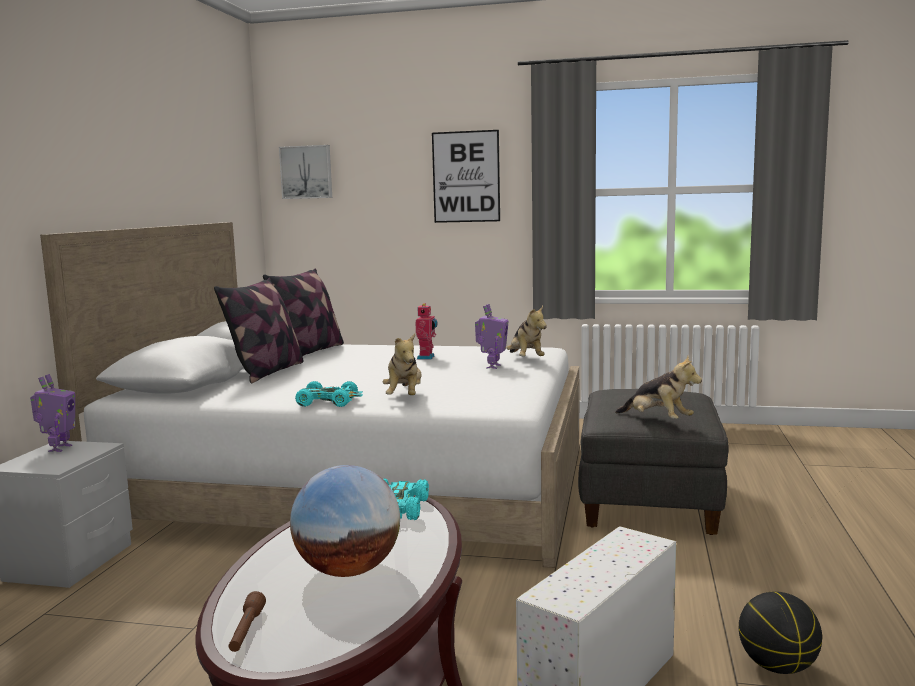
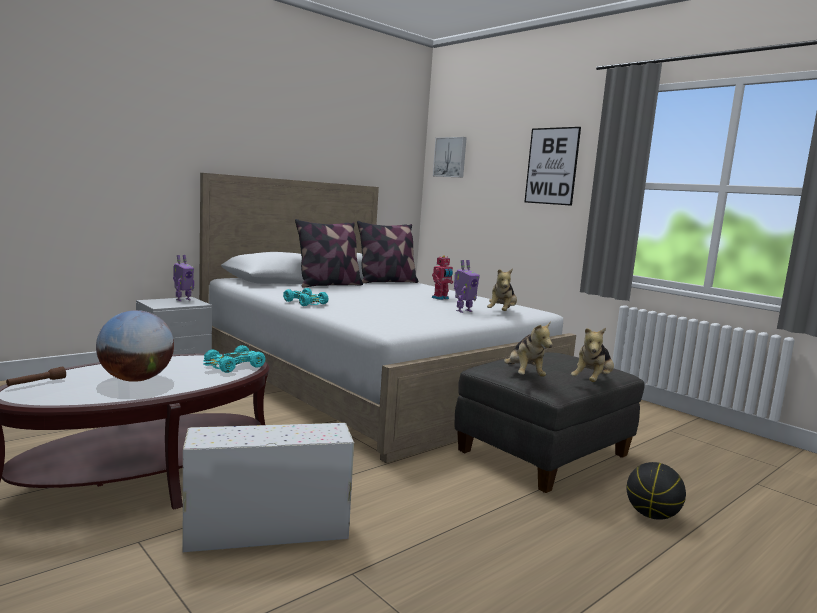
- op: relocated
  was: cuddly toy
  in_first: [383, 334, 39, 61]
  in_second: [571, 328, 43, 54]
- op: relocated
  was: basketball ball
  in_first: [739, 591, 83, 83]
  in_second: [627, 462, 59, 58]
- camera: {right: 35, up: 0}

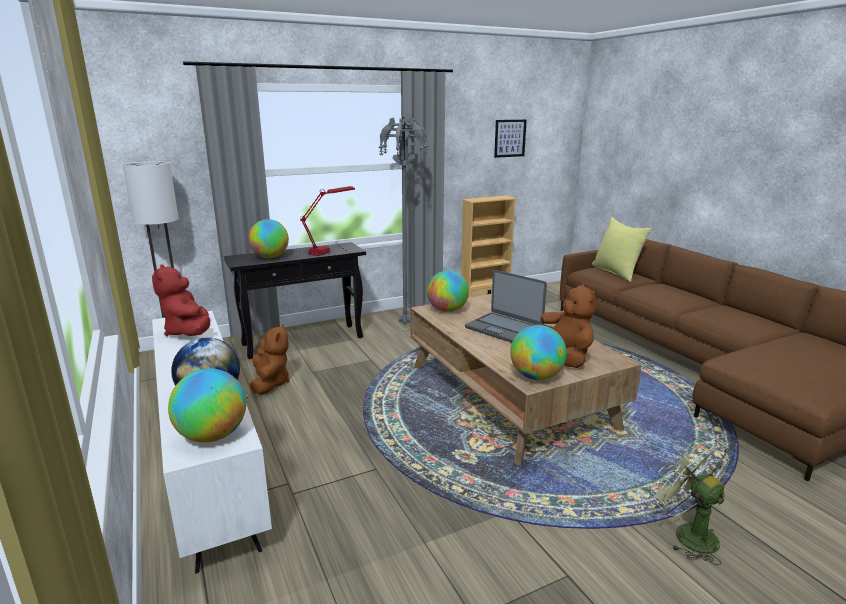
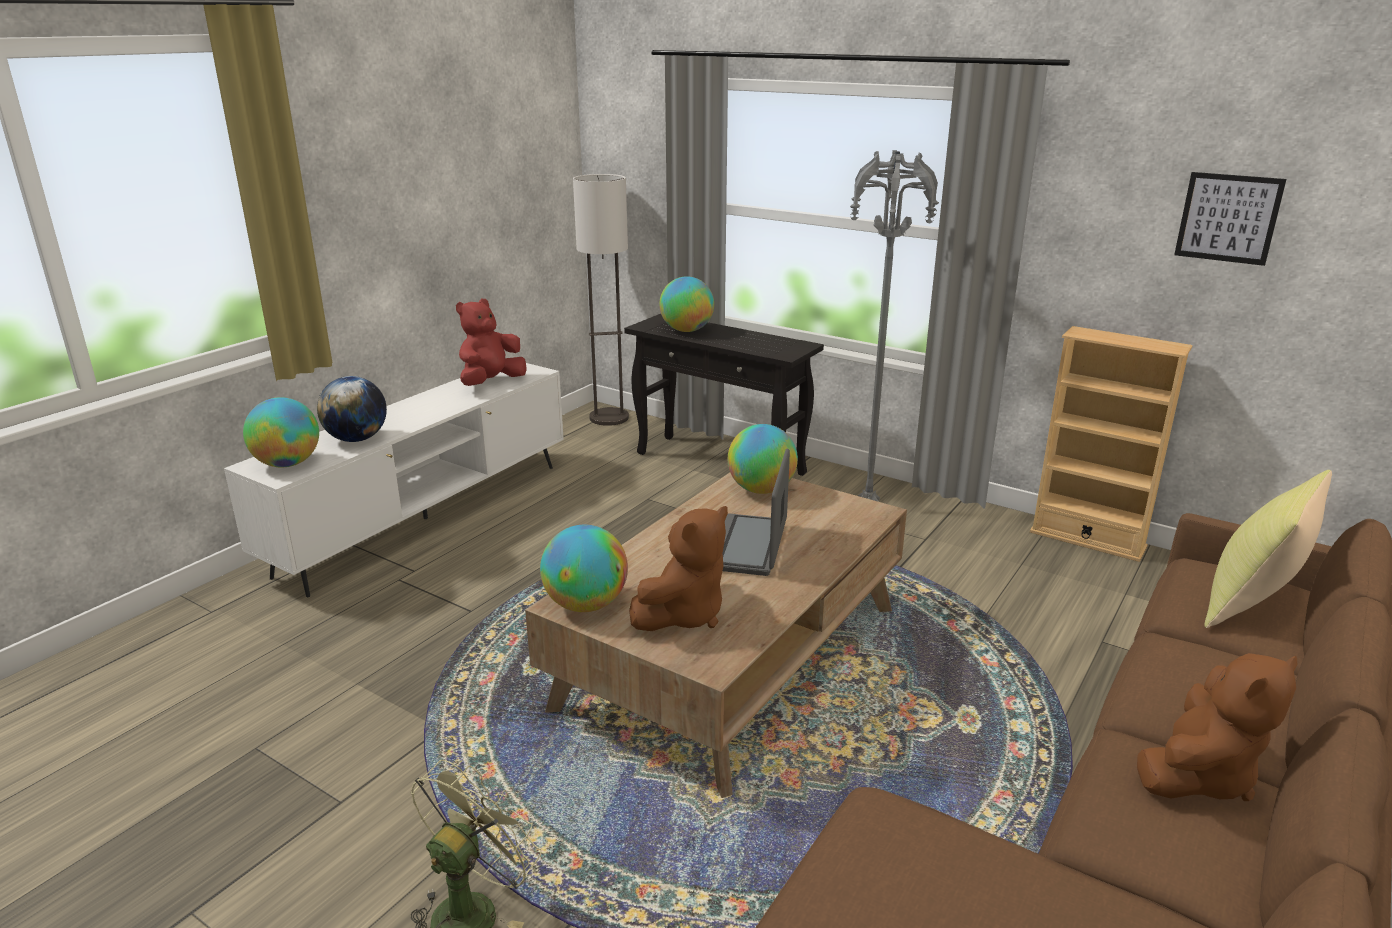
- op: relocated
  was: brownish cuddly toy
  in_first: [250, 324, 40, 71]
  in_second: [1137, 653, 160, 148]
- op: missing
  was: reddish table lamp
  in_first: [300, 186, 55, 70]
- camera: {right: 60, up: 5}

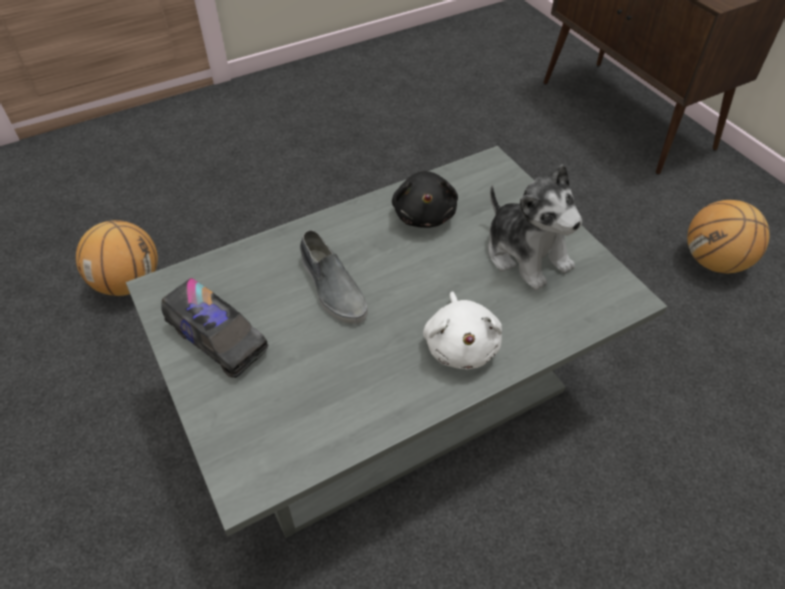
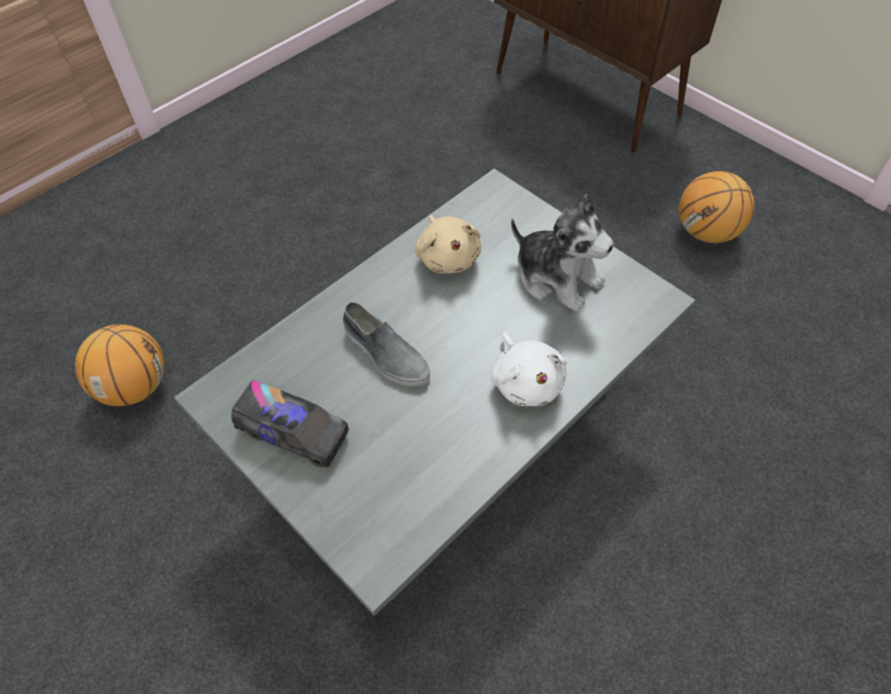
- op: colour
  was: black-coloured cuddly toy
  now: beige-coloured cuddly toy
  in_first: [392, 171, 66, 57]
  in_second: [415, 215, 66, 59]
- camera: {right: -15, up: 5}

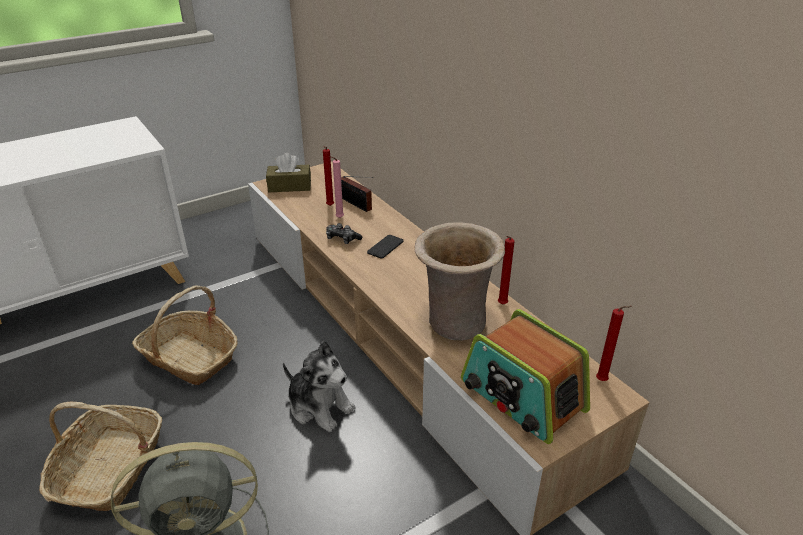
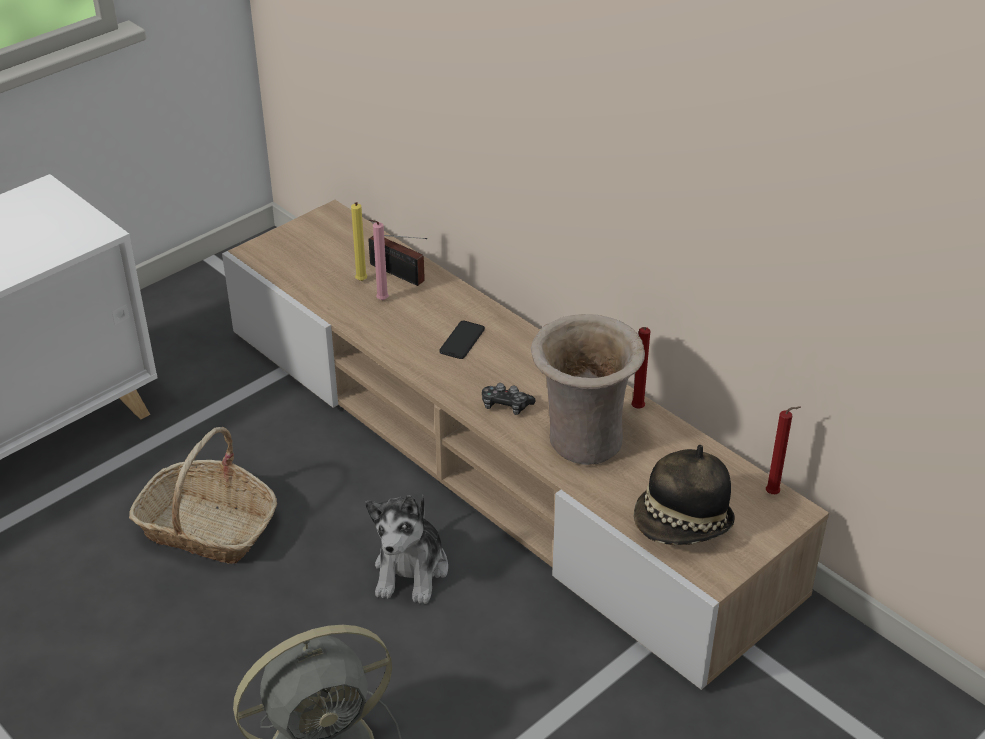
- op: missing
  was: basket
  in_first: [39, 402, 123, 109]
- op: missing
  was: brownish tissue box
  in_first: [266, 153, 45, 39]
- op: spun
  was: cuddly toy
  in_first: [283, 341, 73, 92]
  in_second: [366, 495, 82, 109]
  clockwise: 75
- op: colour
  was: reddish wax candle
  now: yellow wax candle
  in_first: [323, 146, 11, 60]
  in_second: [351, 202, 16, 79]
- op: relocated
  was: game controller
  in_first: [326, 223, 36, 21]
  in_second: [482, 383, 54, 32]
- op: exchanged
  was: radio
  now: clothing hat
  in_first: [461, 309, 129, 135]
  in_second: [633, 445, 102, 100]
- camera: {right: -10, up: 5}

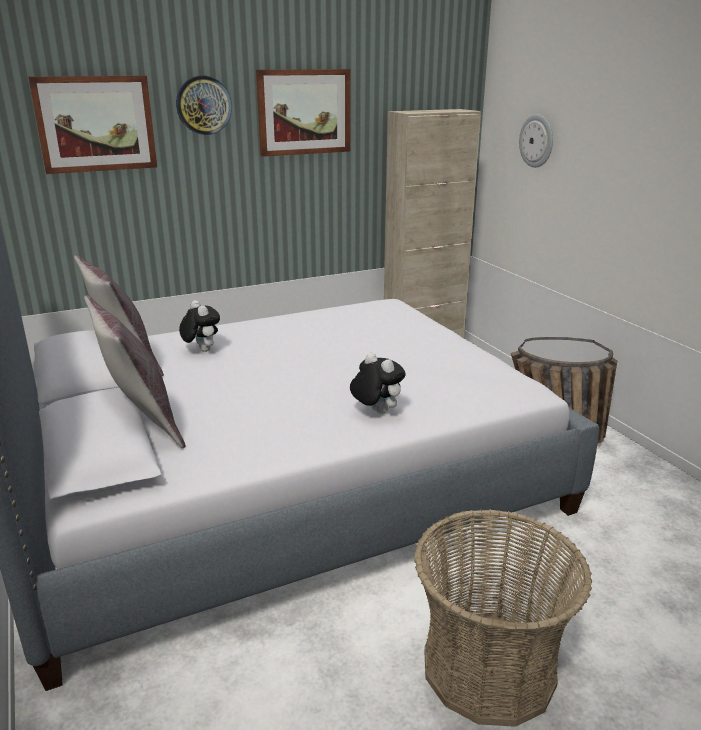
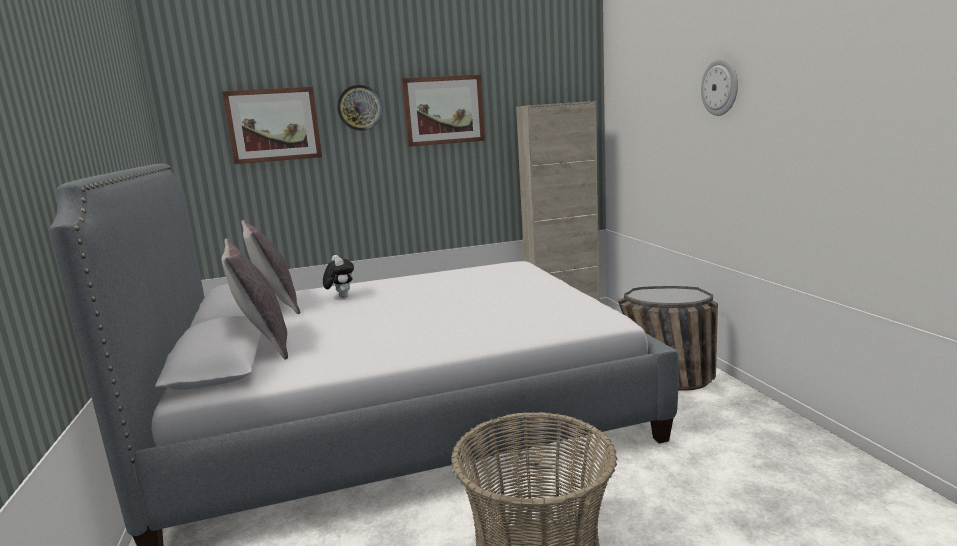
- op: missing
  was: cuddly toy
  in_first: [350, 353, 56, 61]
- op: relocated
  was: clock on the wall
  in_first: [519, 114, 34, 54]
  in_second: [701, 58, 37, 58]
- camera: {right: 10, up: -10}

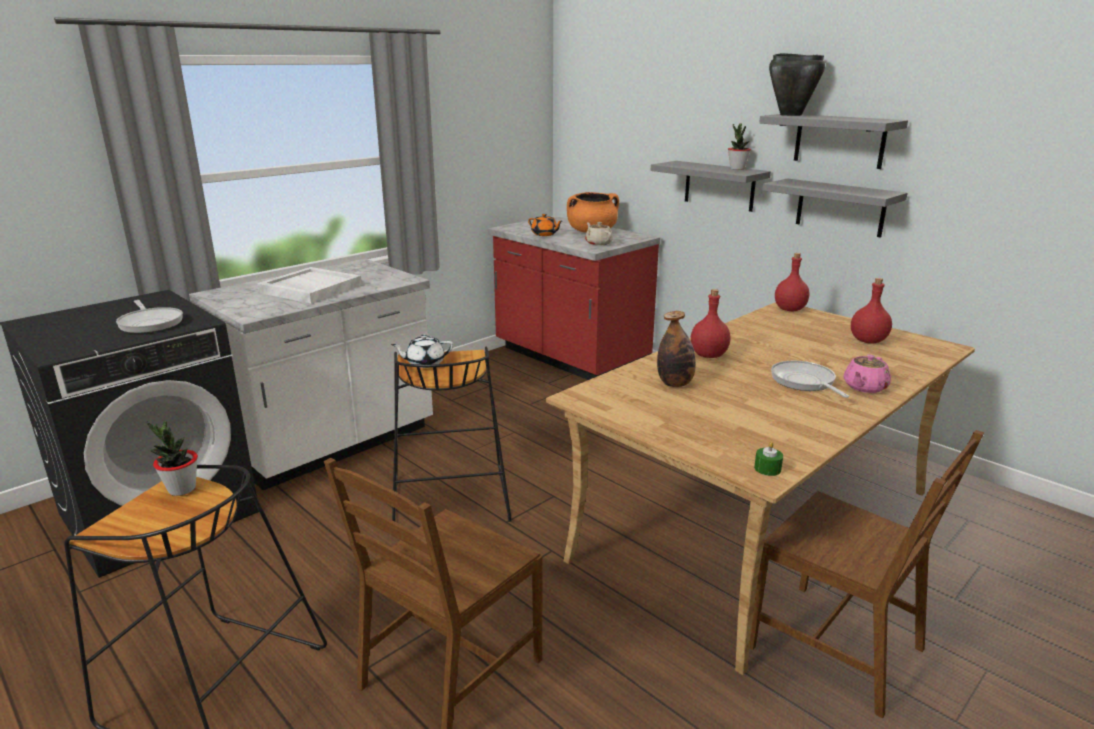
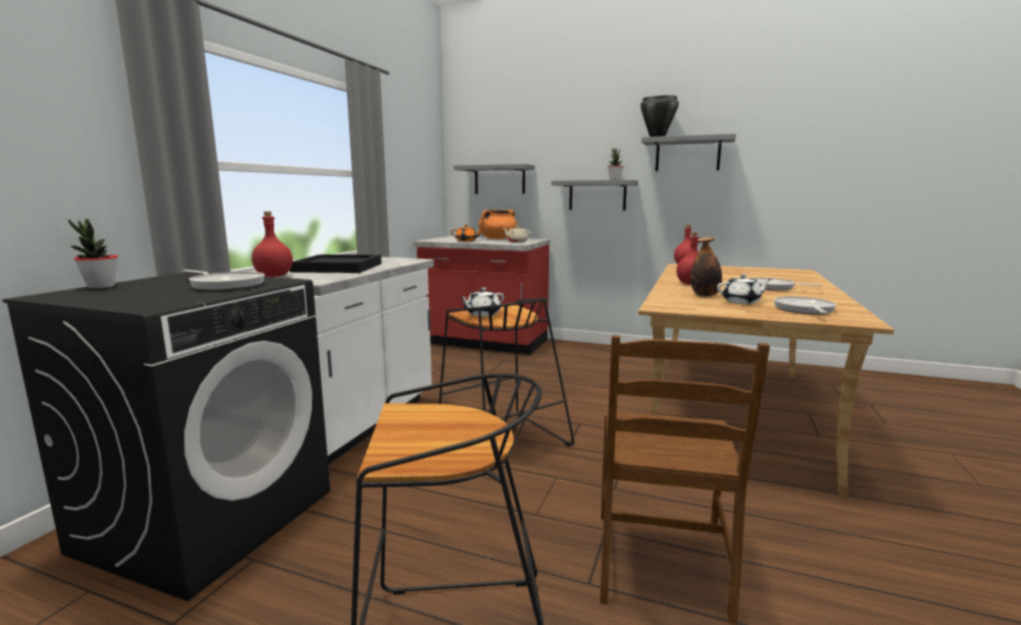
- op: relocated
  was: houseplant
  in_first: [147, 421, 51, 75]
  in_second: [68, 219, 50, 70]
- op: colour
  was: white-coloured serving tray
  now: black-coloured serving tray
  in_first: [257, 267, 105, 36]
  in_second: [290, 254, 92, 19]
- op: missing
  was: brownish upright chair
  in_first: [750, 430, 235, 289]
- op: missing
  was: green wax candle
  in_first: [754, 441, 29, 35]
- op: relocated
  was: gray bracket shelf
  in_first: [762, 179, 145, 59]
  in_second: [454, 164, 81, 30]
- op: missing
  was: pink tea pot
  in_first: [843, 354, 48, 39]
- op: relocated
  was: reddish beverage bottle
  in_first: [851, 278, 41, 66]
  in_second: [252, 211, 41, 66]
- op: appeared
  now: white-coloured tea pot
  in_second: [717, 274, 55, 30]
- op: appeared
  now: skillet
  in_second: [774, 297, 62, 17]
- camera: {right: -25, up: -10}

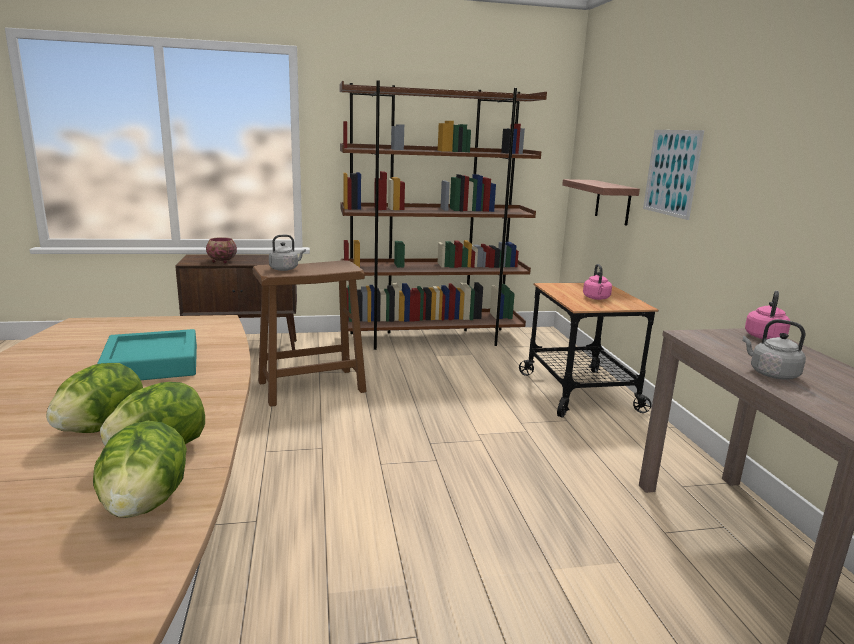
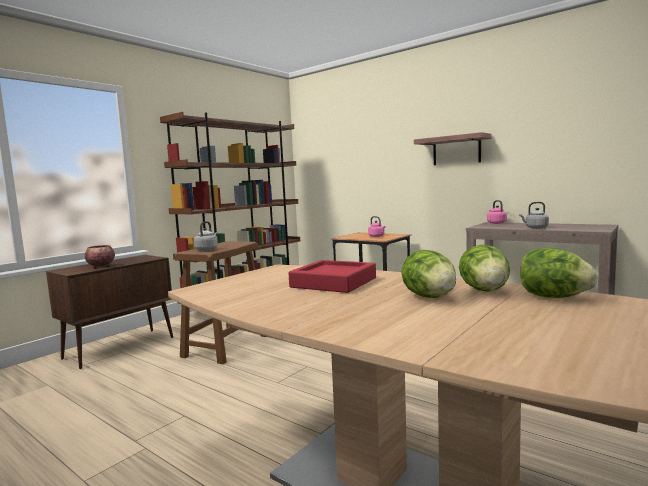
- op: colour
  was: blue-green serving tray
  now: reddish serving tray
  in_first: [97, 329, 100, 51]
  in_second: [289, 260, 87, 33]
- op: relocated
  was: bracket shelf
  in_first: [562, 179, 78, 47]
  in_second: [414, 132, 77, 33]
- op: missing
  was: wall art
  in_first: [643, 130, 61, 90]
- camera: {right: -40, up: -10}

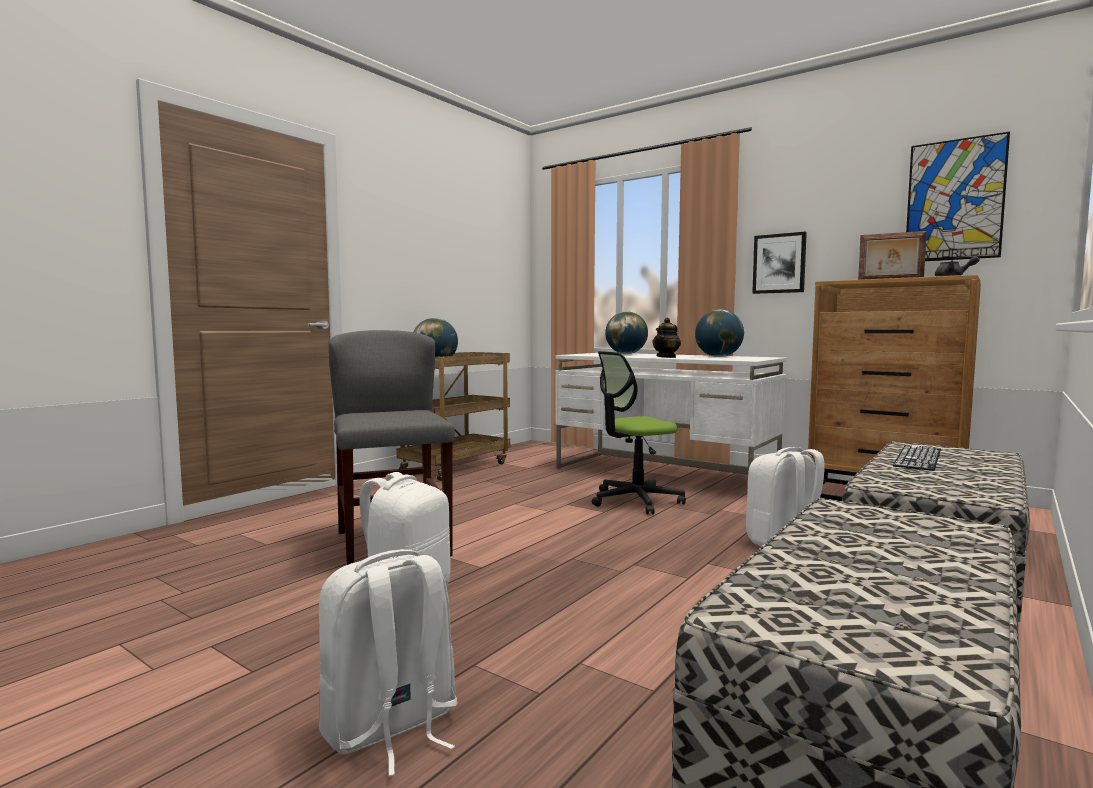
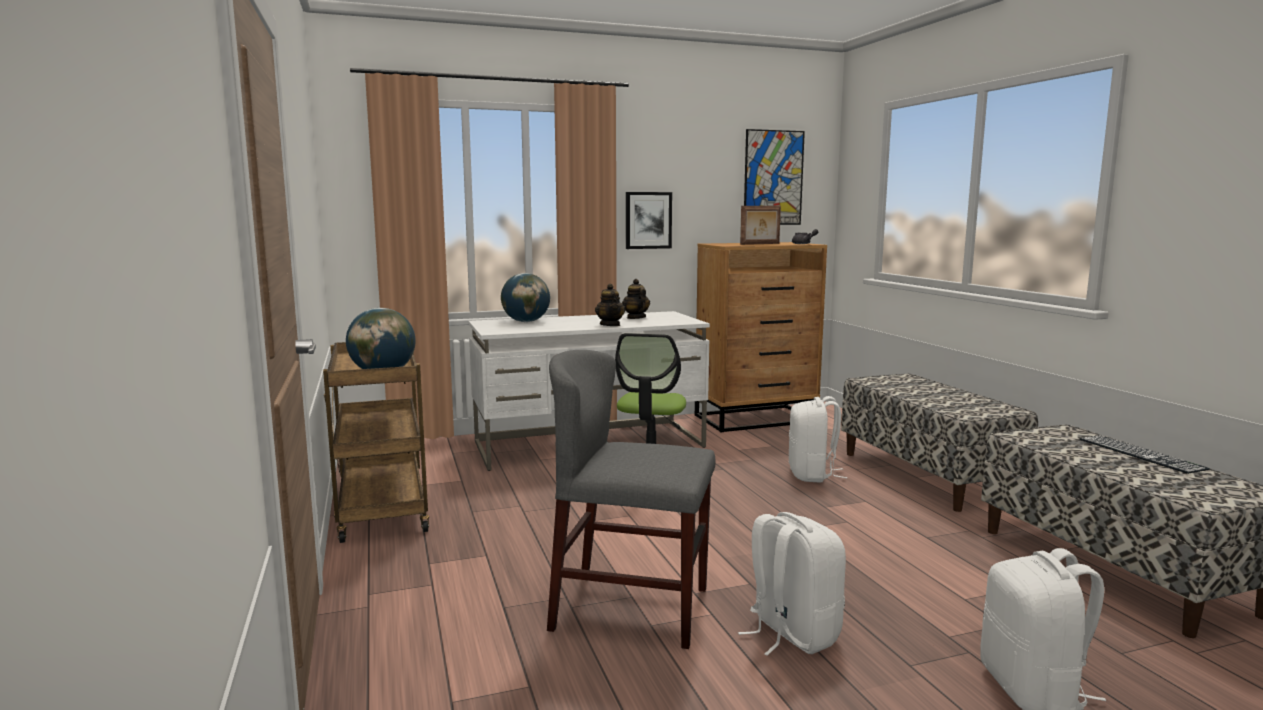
- op: exchanged
  was: world globe
  now: tea pot
  in_first: [695, 310, 49, 47]
  in_second: [622, 279, 28, 40]
- op: relocated
  was: keyboard
  in_first: [893, 445, 48, 26]
  in_second: [1079, 435, 131, 39]
- camera: {right: -55, up: 5}

